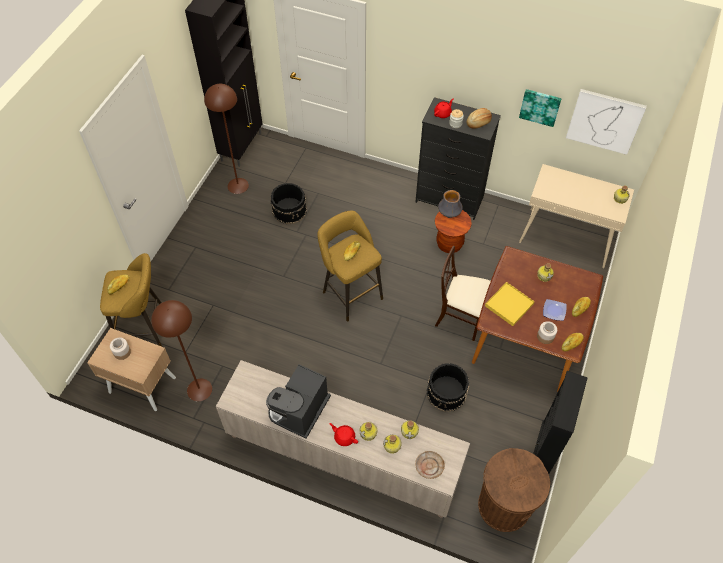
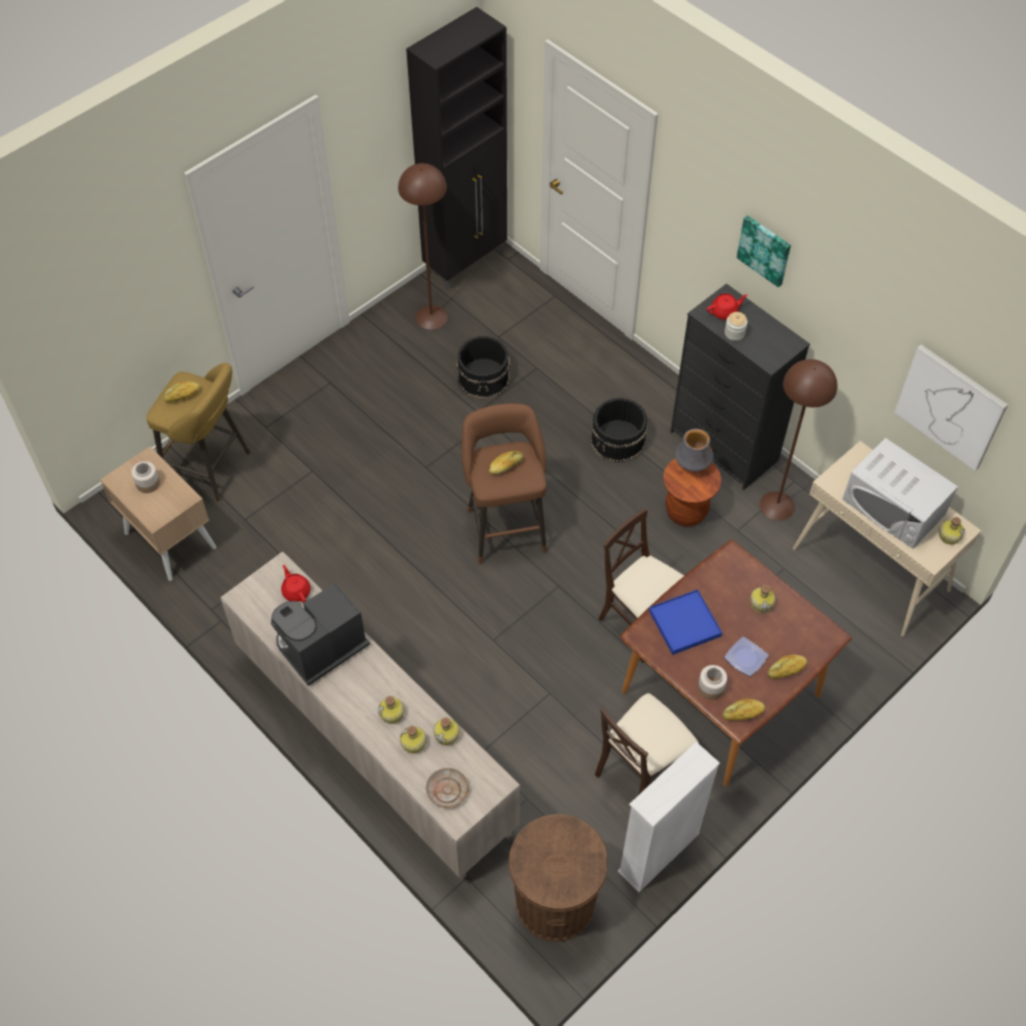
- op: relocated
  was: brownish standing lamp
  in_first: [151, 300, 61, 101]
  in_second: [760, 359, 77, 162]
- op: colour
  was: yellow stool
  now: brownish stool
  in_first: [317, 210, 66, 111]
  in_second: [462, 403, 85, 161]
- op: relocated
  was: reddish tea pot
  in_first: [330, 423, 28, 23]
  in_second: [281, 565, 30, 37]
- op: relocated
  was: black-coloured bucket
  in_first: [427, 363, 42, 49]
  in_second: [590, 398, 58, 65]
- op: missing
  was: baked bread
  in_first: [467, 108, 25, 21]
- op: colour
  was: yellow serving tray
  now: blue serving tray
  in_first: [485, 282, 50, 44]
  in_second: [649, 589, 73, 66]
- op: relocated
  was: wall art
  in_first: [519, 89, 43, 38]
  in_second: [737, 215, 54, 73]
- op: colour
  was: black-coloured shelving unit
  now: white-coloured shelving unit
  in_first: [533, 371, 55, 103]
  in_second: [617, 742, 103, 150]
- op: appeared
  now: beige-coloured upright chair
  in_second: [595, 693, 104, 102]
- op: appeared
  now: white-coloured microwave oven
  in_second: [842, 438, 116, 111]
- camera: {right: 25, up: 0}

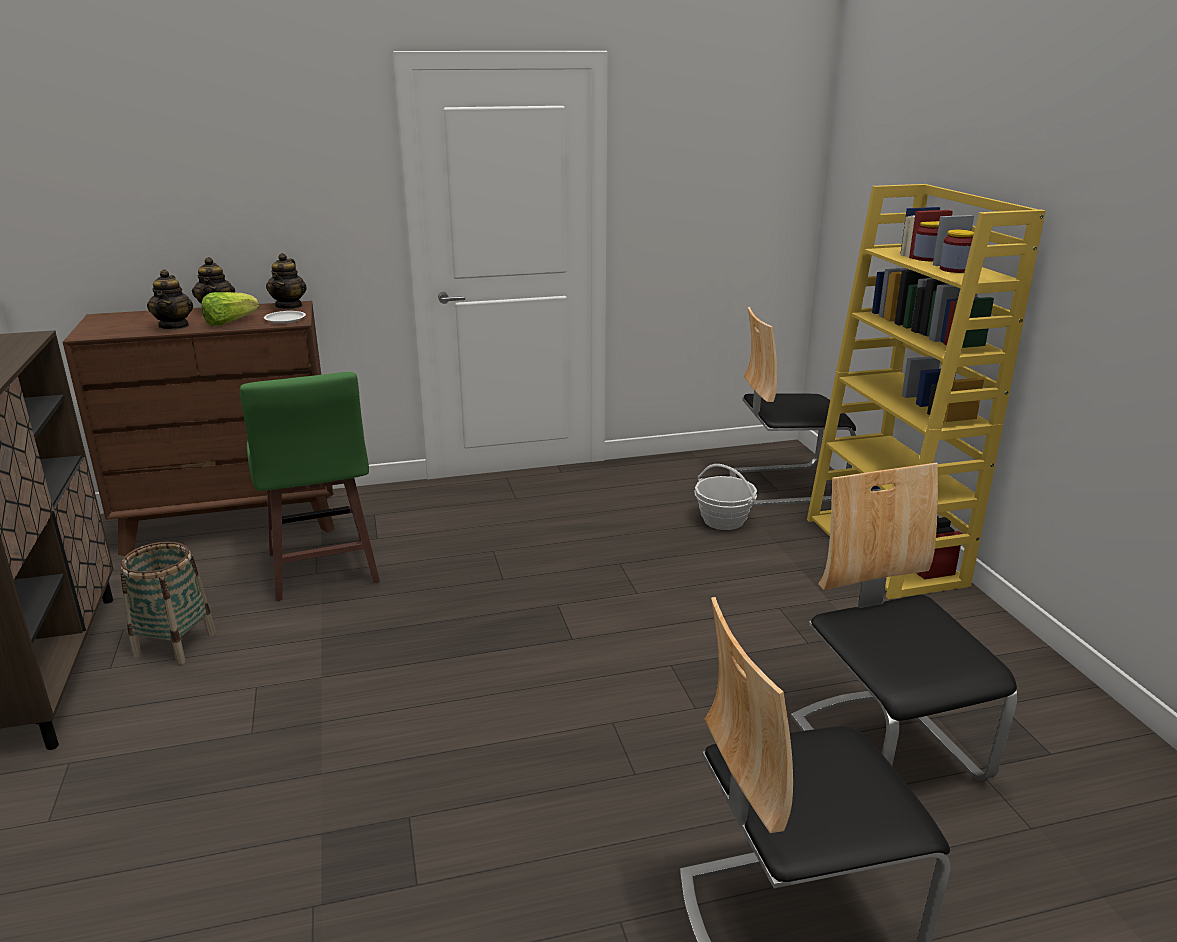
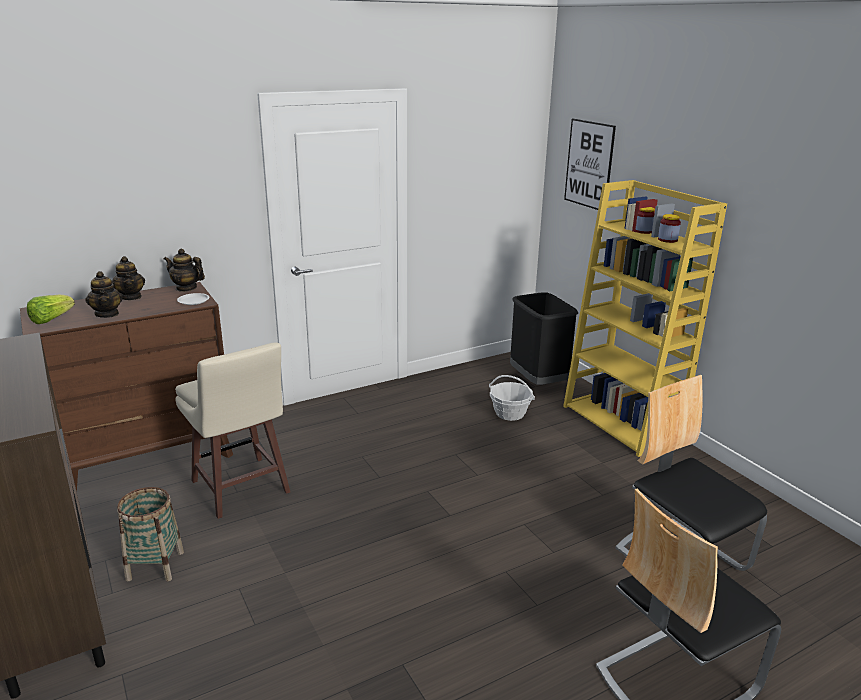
- op: relocated
  was: lettuce head
  in_first: [202, 292, 57, 34]
  in_second: [27, 294, 48, 30]
- op: colour
  was: green stool
  now: beige-coloured stool
  in_first: [240, 372, 140, 229]
  in_second: [175, 343, 115, 176]
- op: spun
  was: tea pot
  in_first: [266, 253, 41, 56]
  in_second: [164, 249, 41, 43]
  clockwise: 120
- op: exchanged
  was: upright chair
  now: black-coloured waste bin
  in_first: [729, 307, 127, 199]
  in_second: [510, 292, 68, 93]
- op: appeared
  now: wall art
  in_second: [564, 119, 52, 91]
- camera: {right: -15, up: 0}

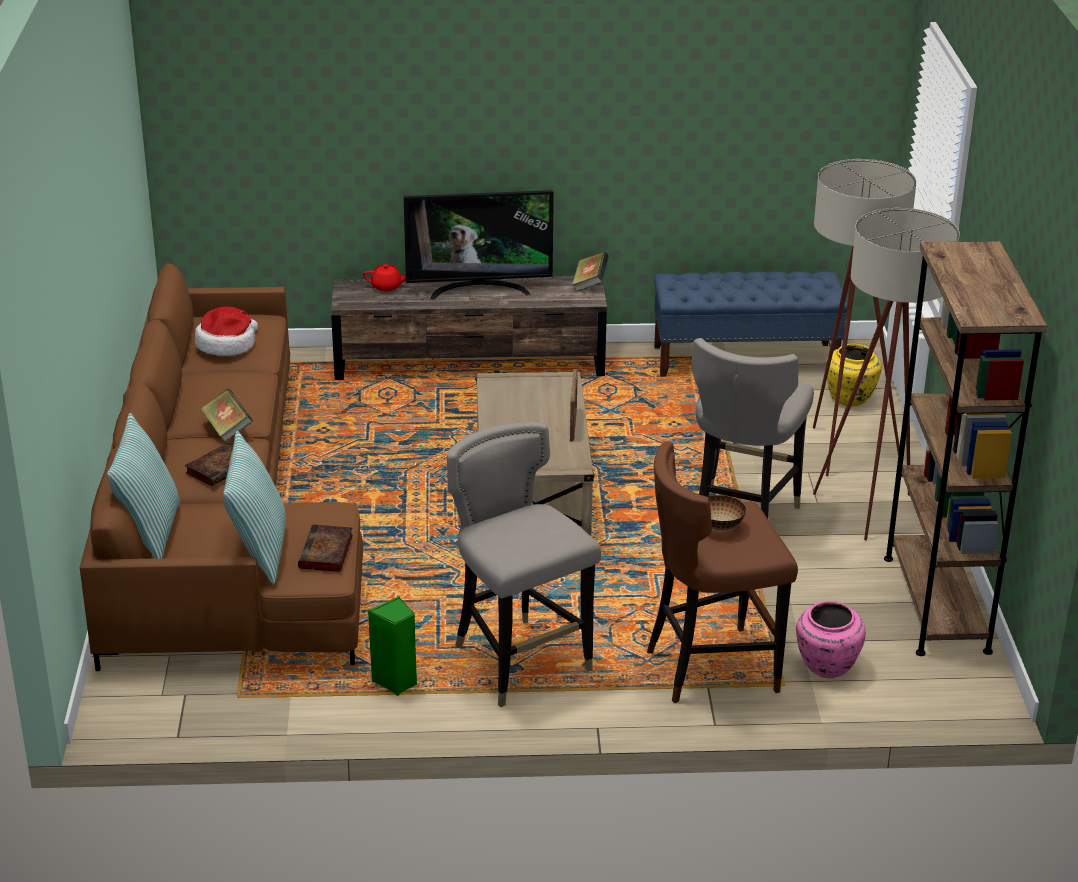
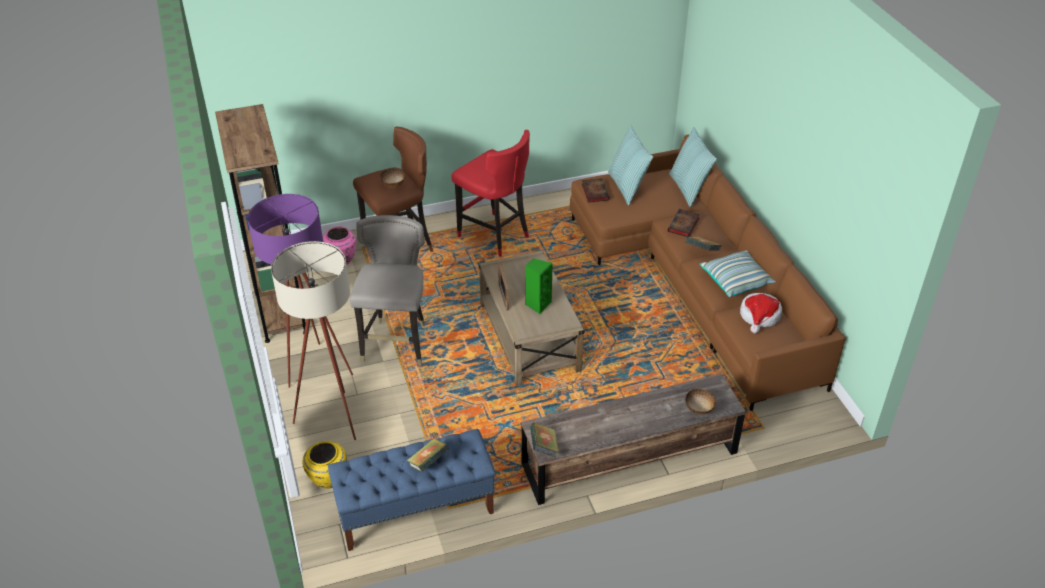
- op: exchanged
  was: reddish tea pot
  now: serving bowl
  in_first: [363, 264, 43, 27]
  in_second: [686, 389, 30, 25]
- op: relocated
  was: green speaker
  in_first: [368, 596, 49, 100]
  in_second: [525, 258, 28, 56]
- op: missing
  was: television
  in_first: [404, 190, 150, 110]
- op: colour
  was: gray stool
  now: reddish stool
  in_first: [447, 422, 154, 285]
  in_second: [452, 130, 78, 127]
- op: colour
  was: beige-coloured standing lamp
  now: purple standing lamp
  in_first: [813, 208, 147, 332]
  in_second: [248, 194, 105, 194]
- op: appeared
  now: volume
  in_second: [407, 438, 42, 34]
- op: appeared
  now: throw pillow
  in_second: [699, 250, 77, 47]
- camera: {right: 165, up: 10}

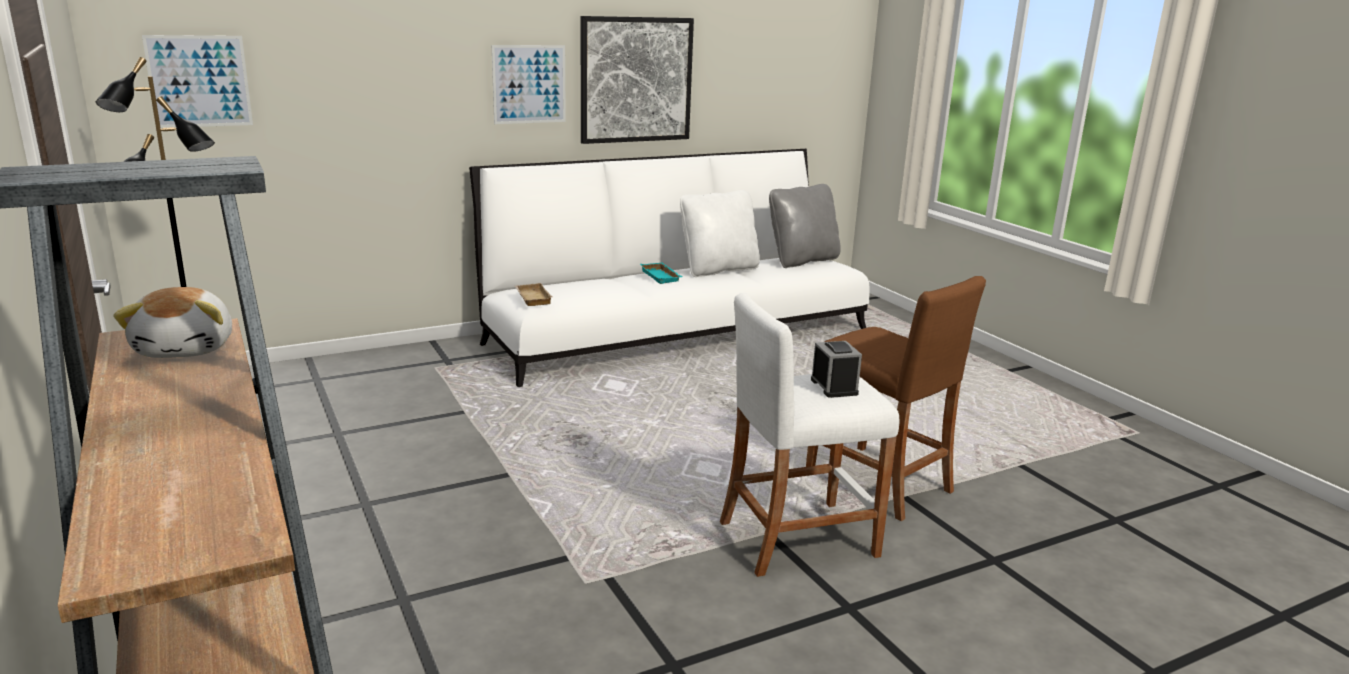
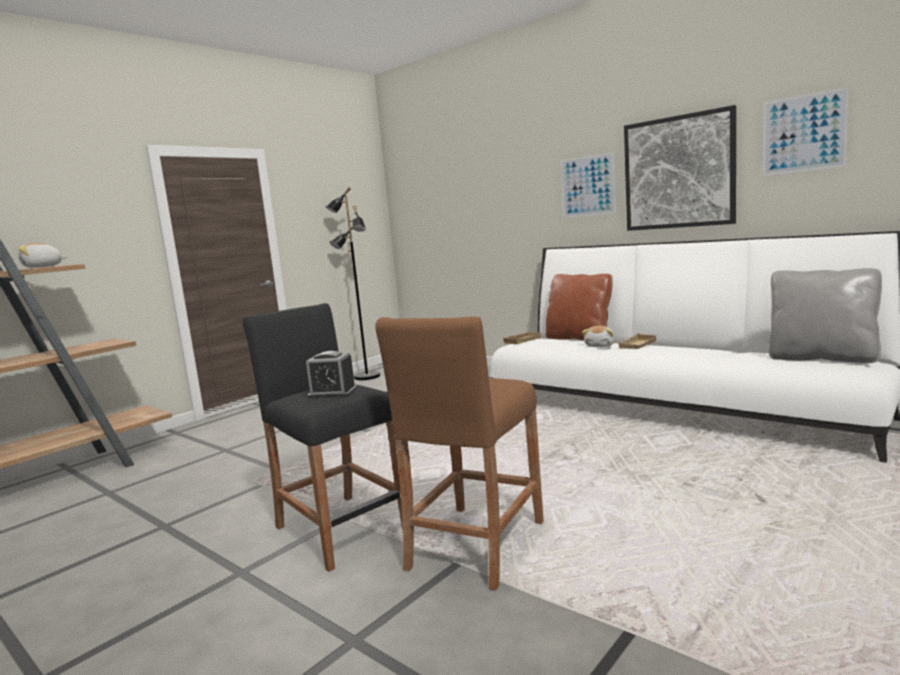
- op: relocated
  was: wall art
  in_first: [142, 35, 111, 93]
  in_second: [763, 87, 86, 89]
- op: colour
  was: blue-green serving tray
  now: beige-coloured serving tray
  in_first: [640, 263, 42, 21]
  in_second: [619, 333, 40, 16]
- op: missing
  was: white-coloured throw pillow
  in_first: [680, 190, 80, 87]
- op: colour
  was: white-coloured stool
  now: black-coloured stool
  in_first: [720, 293, 180, 284]
  in_second: [242, 303, 161, 269]
- op: spun
  was: bedside clock
  in_first: [811, 341, 51, 57]
  in_second: [306, 351, 51, 48]
  clockwise: 45
- op: appeared
  now: brownish throw pillow
  in_second: [546, 274, 66, 66]
- op: appeared
  now: cuddly toy
  in_second: [582, 325, 33, 22]
- camera: {right: 70, up: -10}

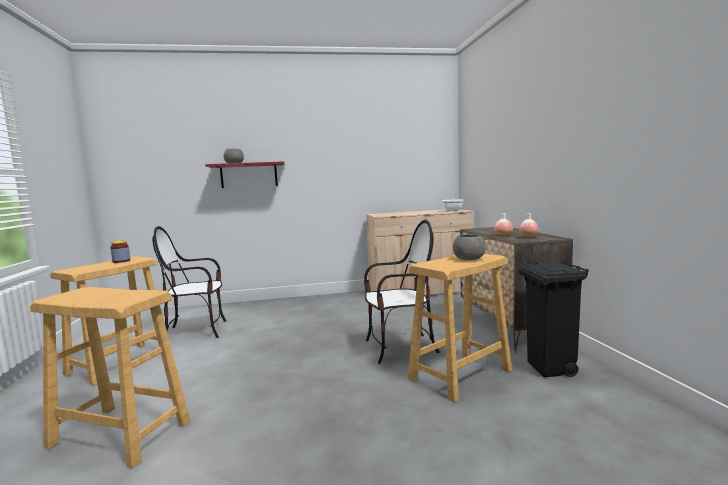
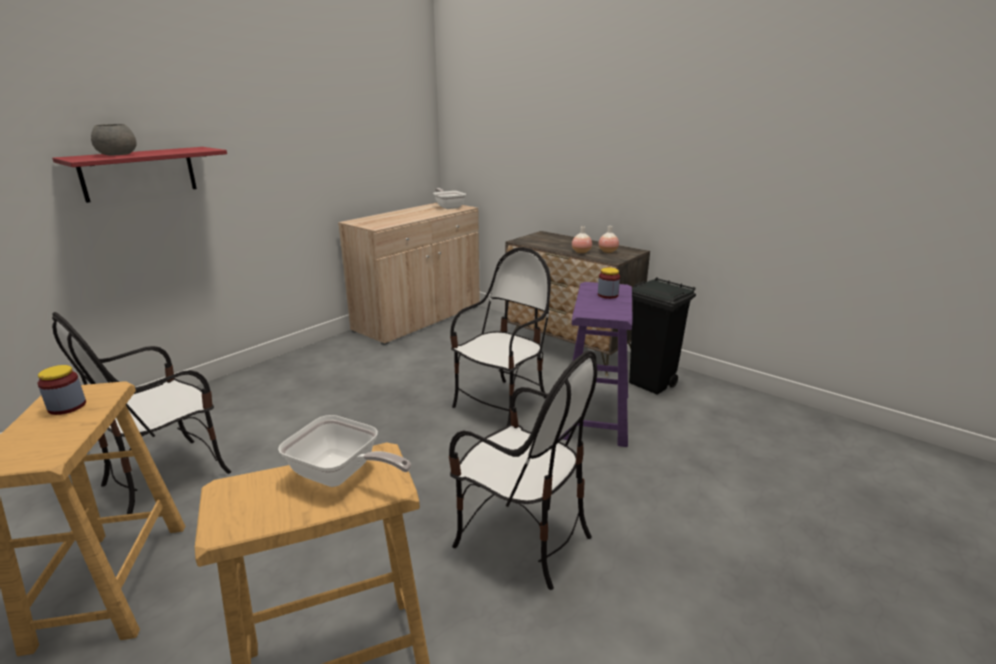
- op: colour
  was: beige-coloured stool
  now: purple stool
  in_first: [408, 254, 104, 148]
  in_second: [560, 282, 73, 165]
- op: exchanged
  was: gray serving bowl
  now: jar
  in_first: [453, 234, 33, 26]
  in_second: [598, 267, 22, 32]
- op: appeared
  now: skillet
  in_second: [278, 415, 133, 72]
- op: appeared
  now: upright chair
  in_second: [449, 351, 148, 239]
- camera: {right: -40, up: 15}

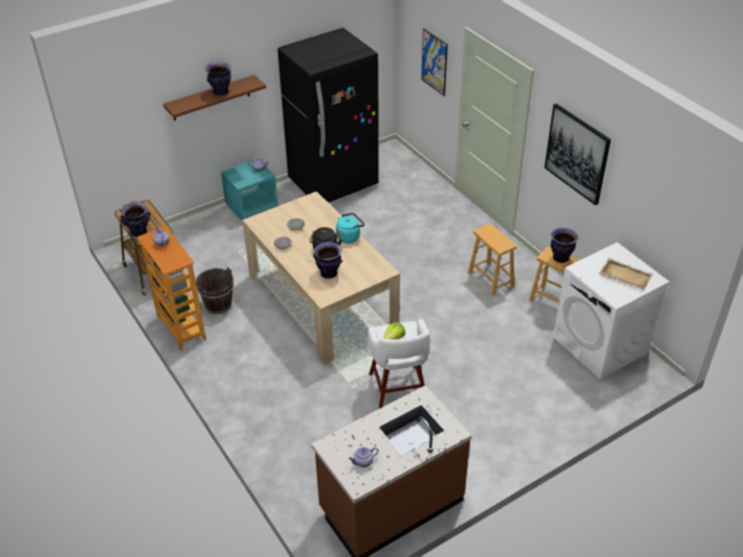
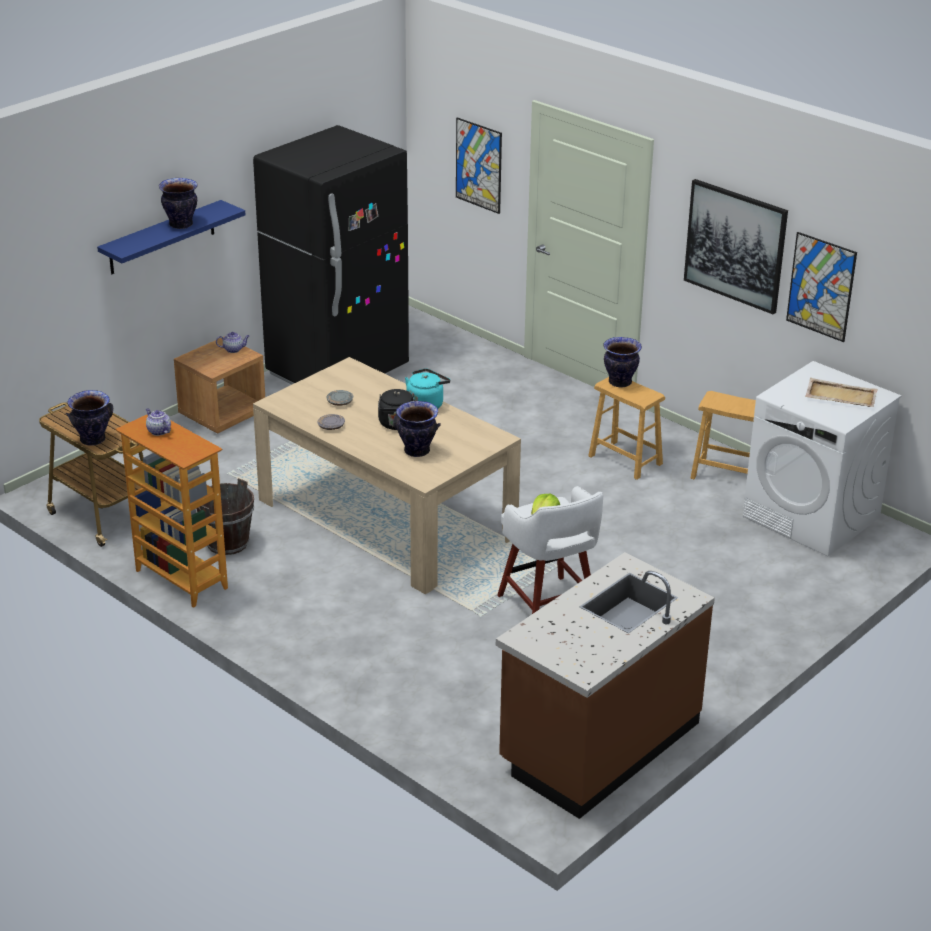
- op: colour
  was: brownish bracket shelf
  now: blue bracket shelf
  in_first: [163, 75, 103, 46]
  in_second: [97, 200, 149, 74]
- op: colour
  was: blue-green night table
  now: brownish night table
  in_first: [221, 159, 57, 62]
  in_second: [174, 336, 91, 98]
- op: missing
  was: tea pot
  in_first: [349, 447, 29, 20]
- op: relocated
  was: decorative vase
  in_first: [551, 228, 27, 35]
  in_second: [603, 337, 39, 50]
- op: appeared
  now: wall art
  in_second: [786, 232, 71, 110]
- camera: {right: -15, up: -10}

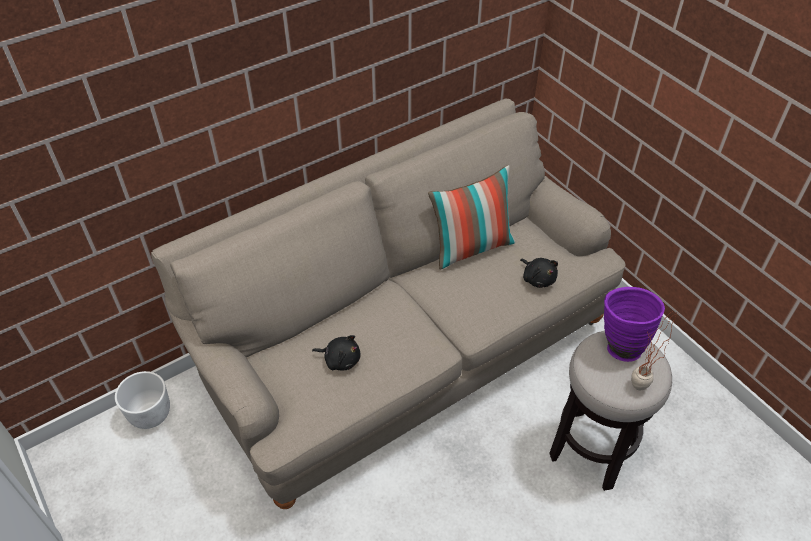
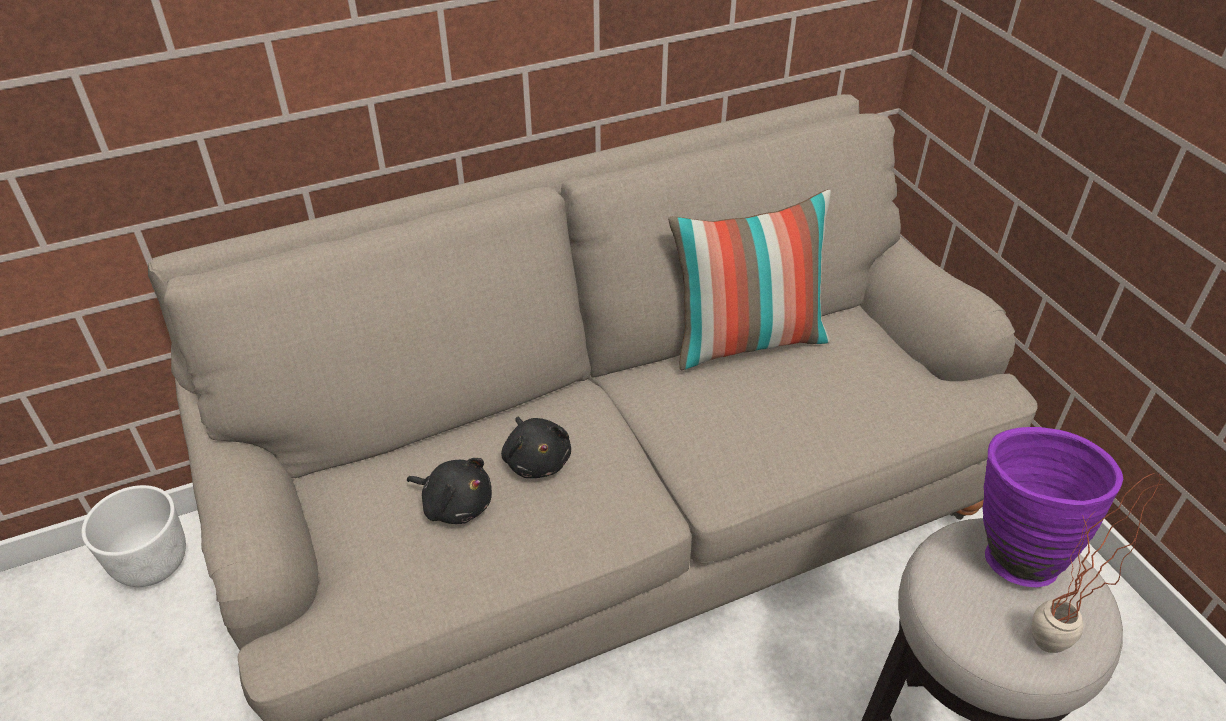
- op: relocated
  was: black-coloured cuddly toy
  in_first: [520, 258, 38, 30]
  in_second: [501, 417, 70, 61]
- camera: {right: 10, up: -5}

